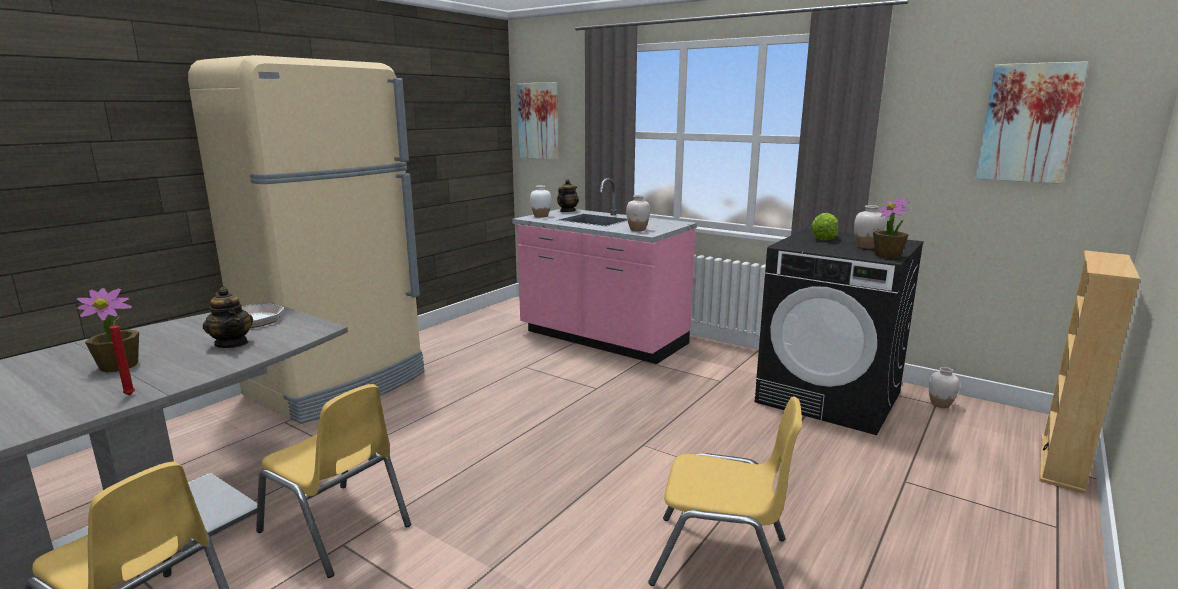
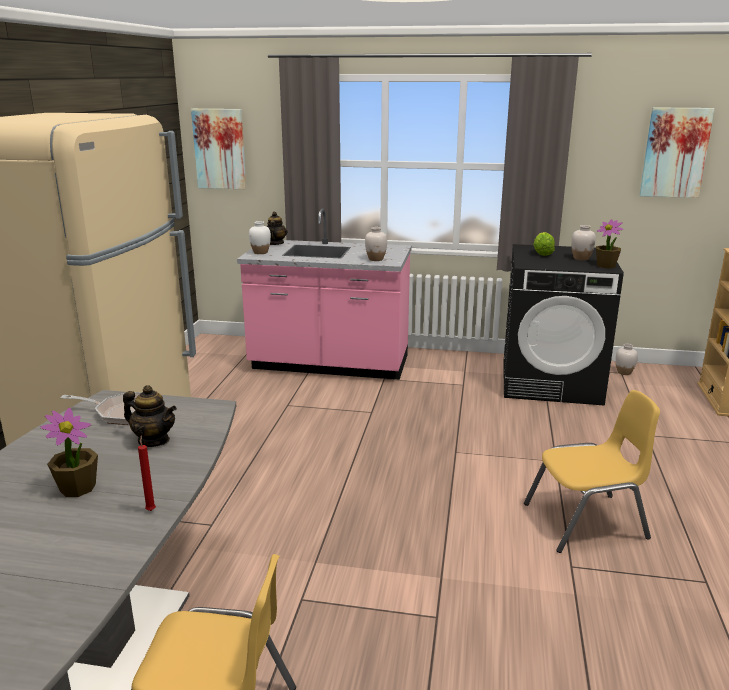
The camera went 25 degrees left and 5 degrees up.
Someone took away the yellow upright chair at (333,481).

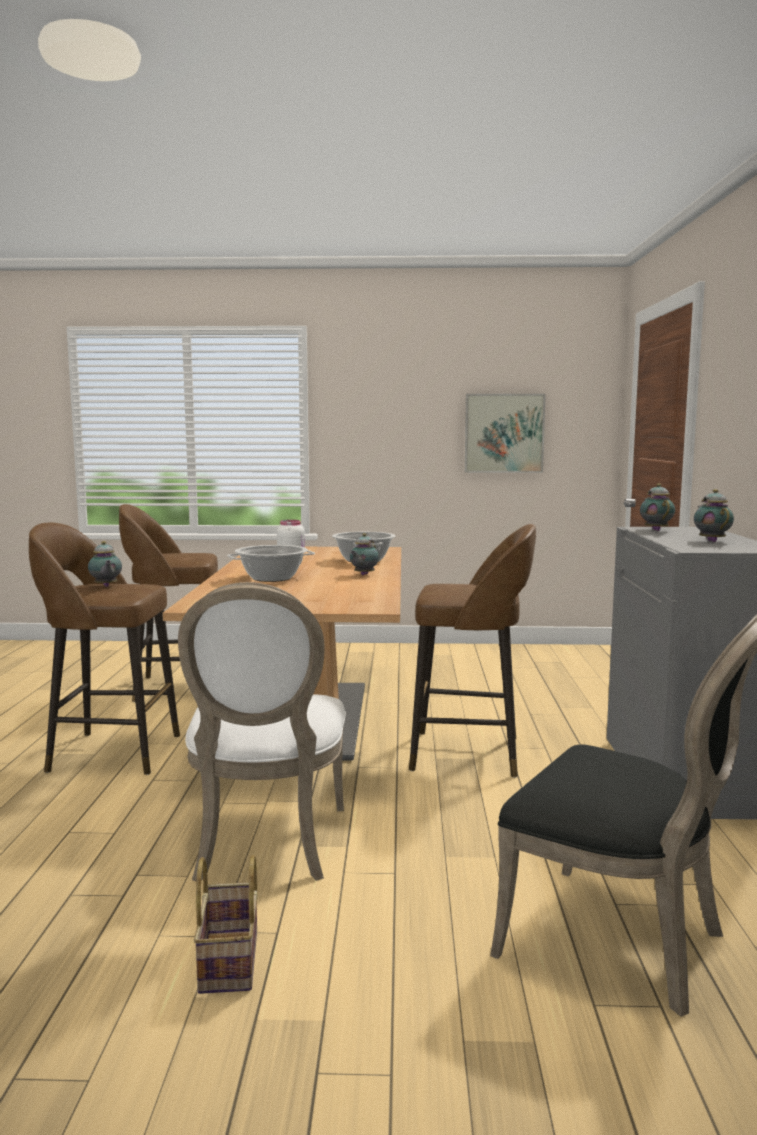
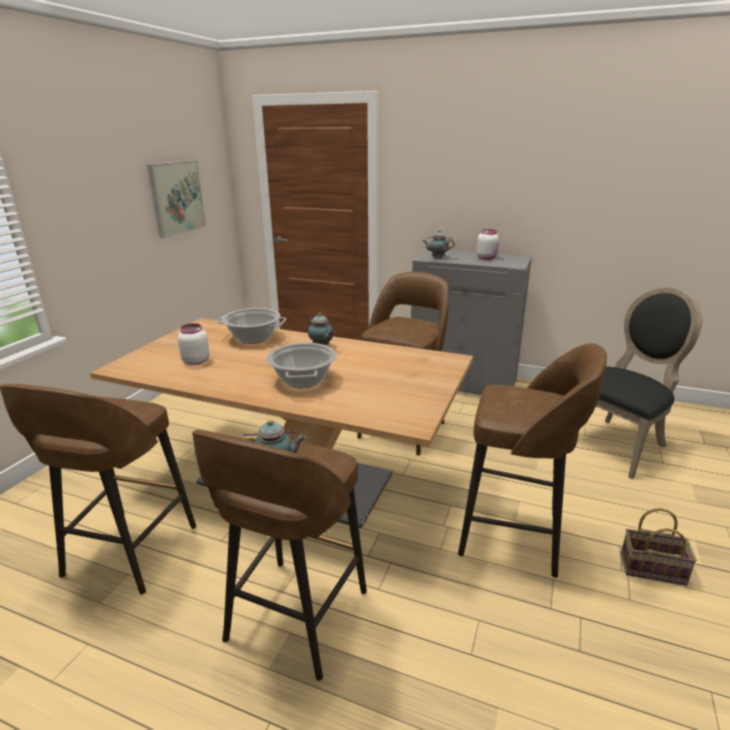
The camera went 70 degrees left and 15 degrees up.
Someone swapped the white upright chair at (262,731) for the brown-coloured stool at (532,460).
Someone swapped the tea pot at (714,515) for the white storage jar at (488,244).

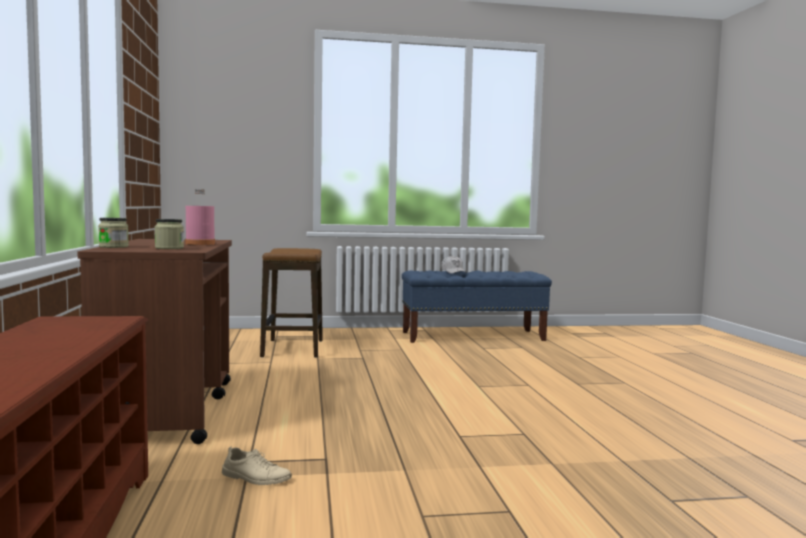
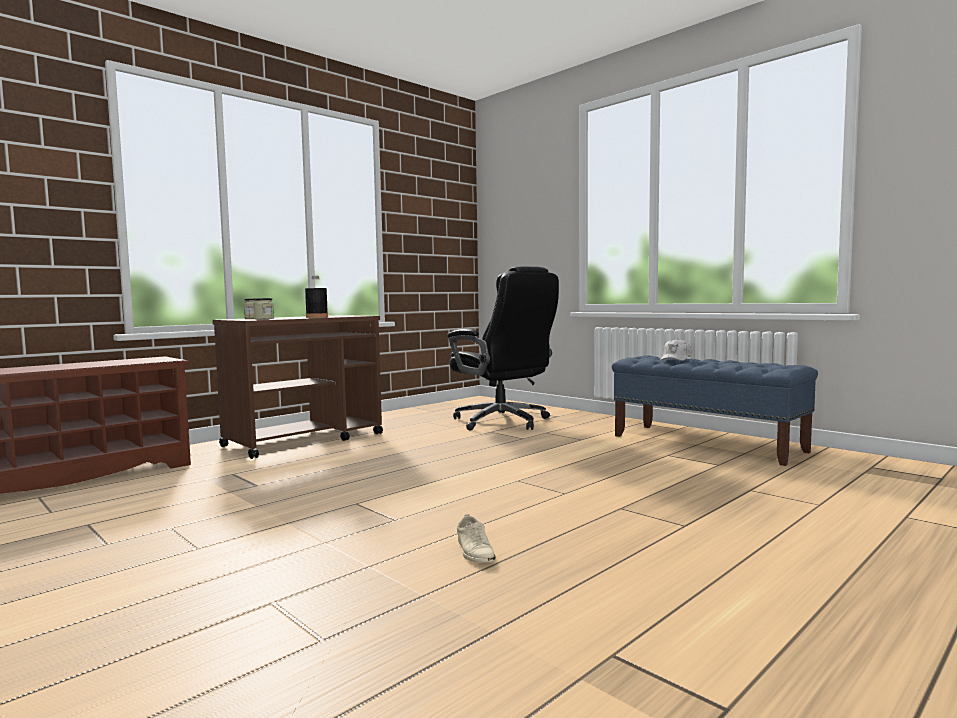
The camera went 55 degrees right and 0 degrees up.
Someone repainted the pink-coloured beverage bottle at (200,217), which became the blackish beverage bottle at (316,297).
Someone carried the beige item of footwear from (257,465) to (476,538).
Someone swapped the stool at (291,303) for the blackish desk chair at (503,348).

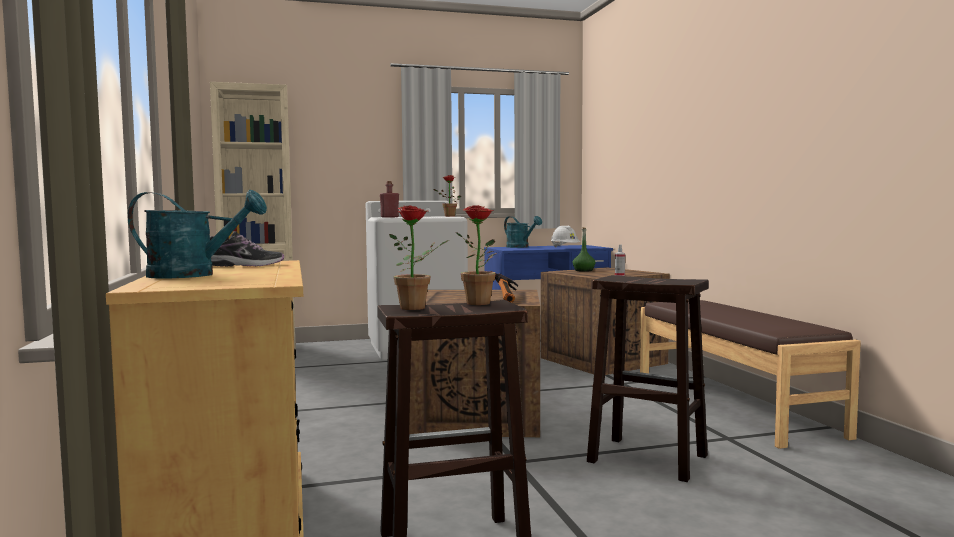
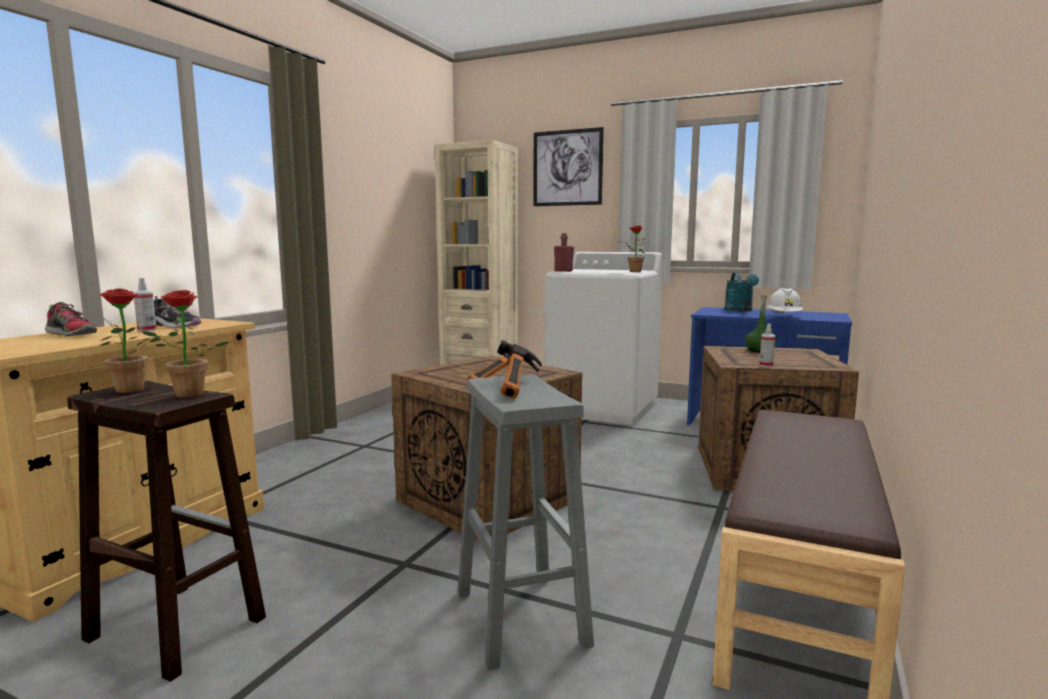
The camera went 40 degrees right and 5 degrees up.
Someone swapped the turquoise sprinkling can at (197,234) for the item of footwear at (71,319).
Someone repainted the brown-coloured stool at (648,378), which became the grey stool at (525,522).
Someone put down the hand sprayer at (145,305).
Someone put down the hand hammer at (520,369).
Someone put up the picture at (568,166).

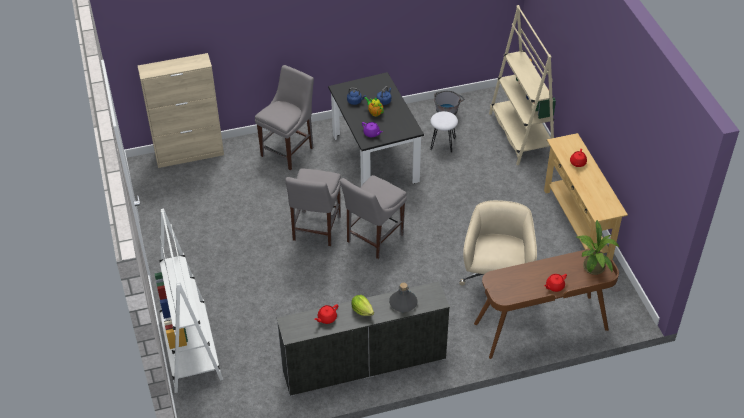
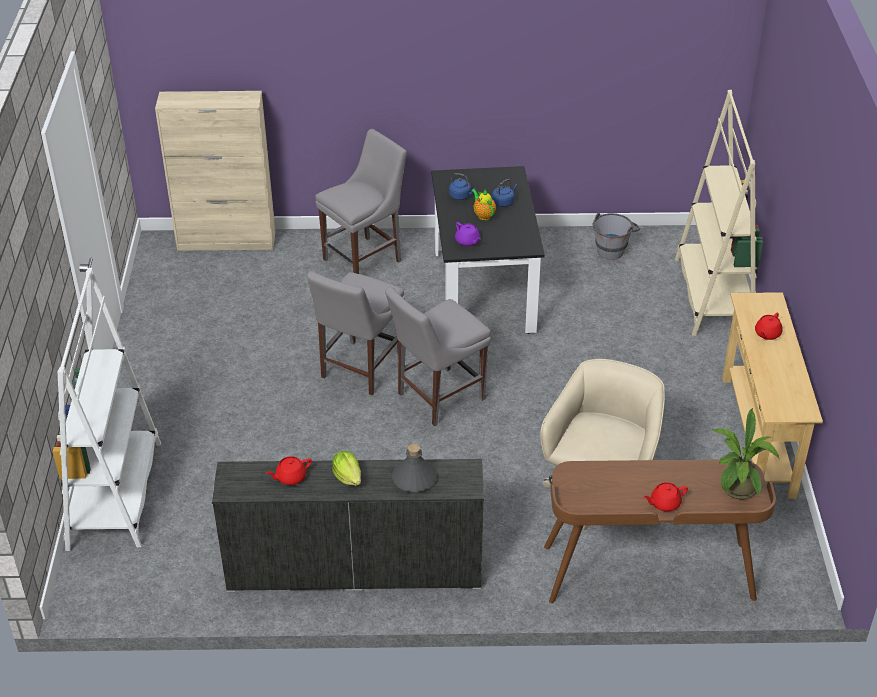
The camera went 15 degrees right and 5 degrees down.
Someone took away the white stool at (444,132).

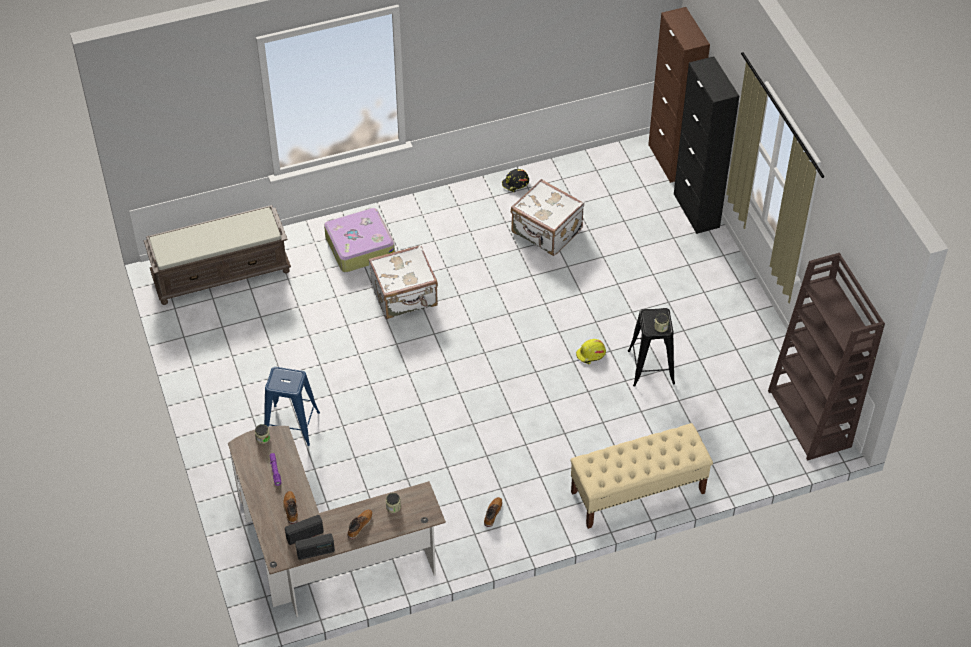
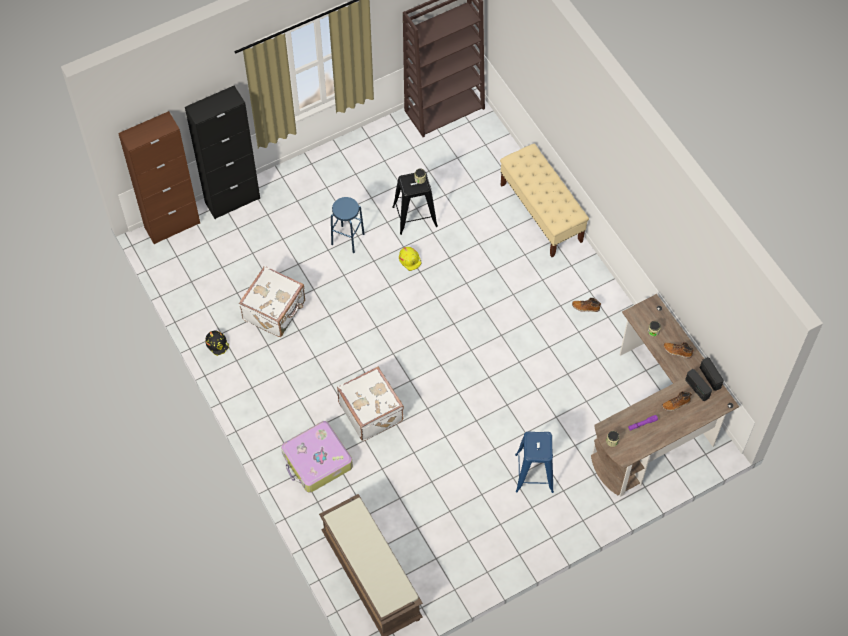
The camera went 100 degrees left and 10 degrees up.
Someone put down the blue stool at (348,225).

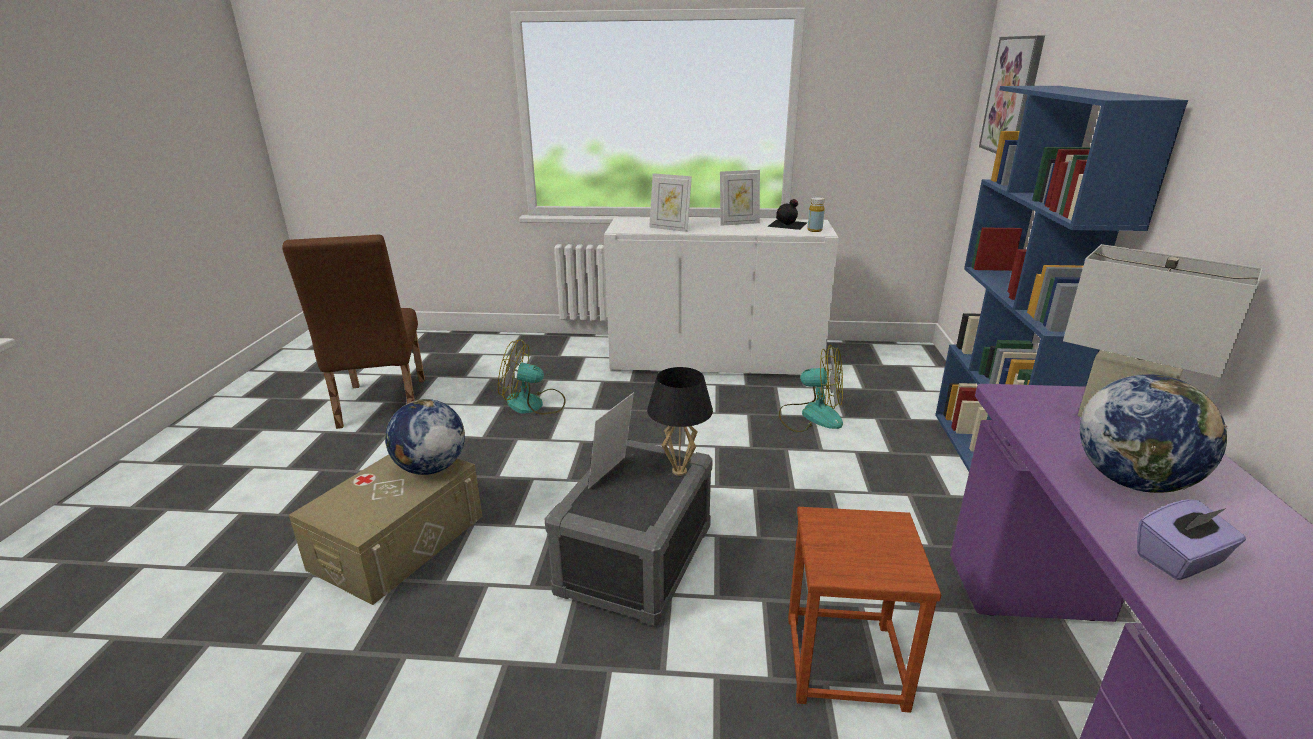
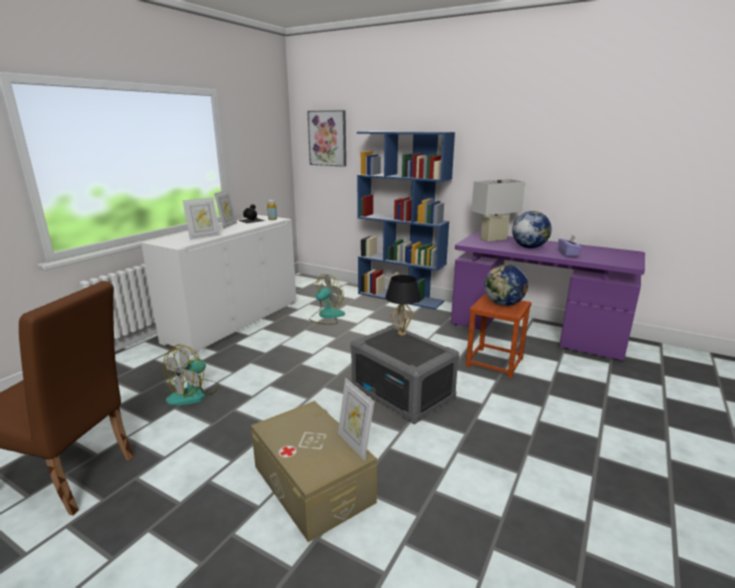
The camera went 65 degrees left and 5 degrees down.
Someone carried the world globe from (425,437) to (506,285).
Someone carried the picture frame from (611,441) to (356,419).

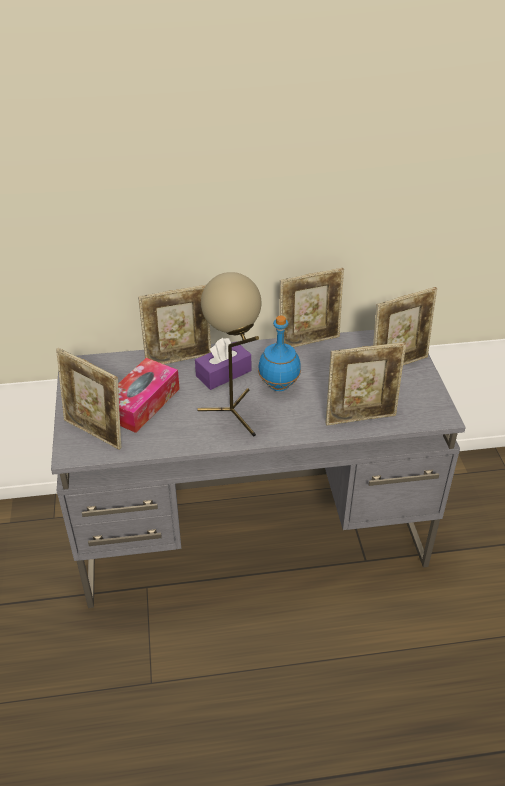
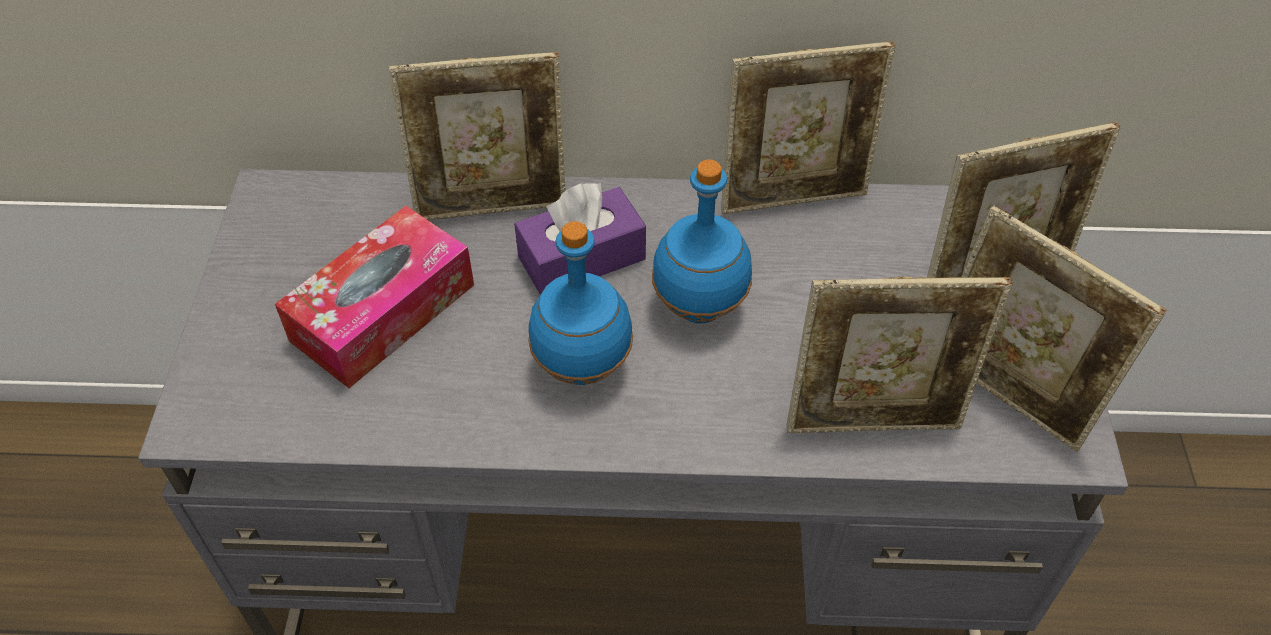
The camera went 10 degrees right and 10 degrees up.
Someone carried the picture frame from (88,399) to (1064,329).
Someone swapped the beige lamp for a table at (229,354) for the blue beverage bottle at (580,303).

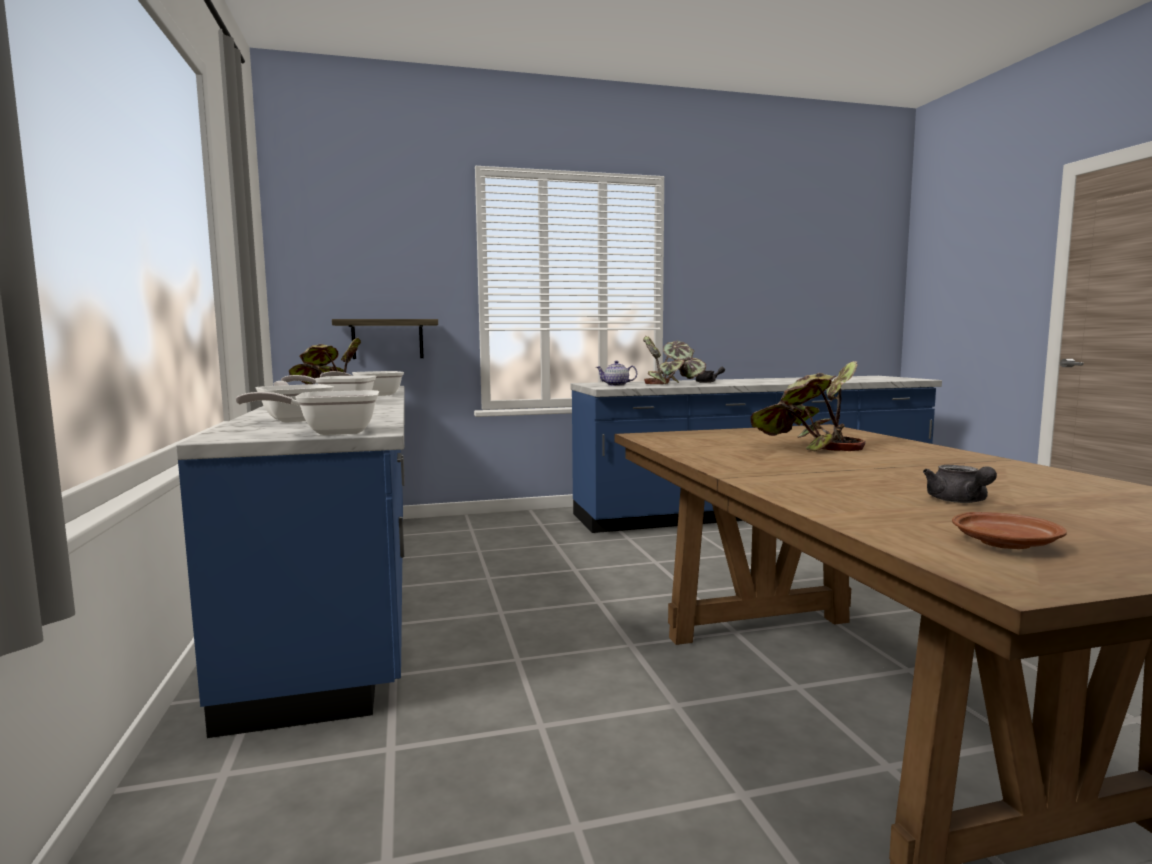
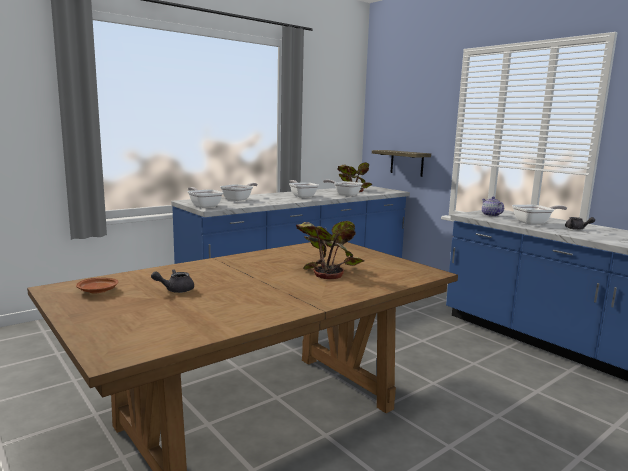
The camera went 65 degrees right and 5 degrees up.
Someone swapped the houseplant at (674,360) for the skillet at (539,215).

